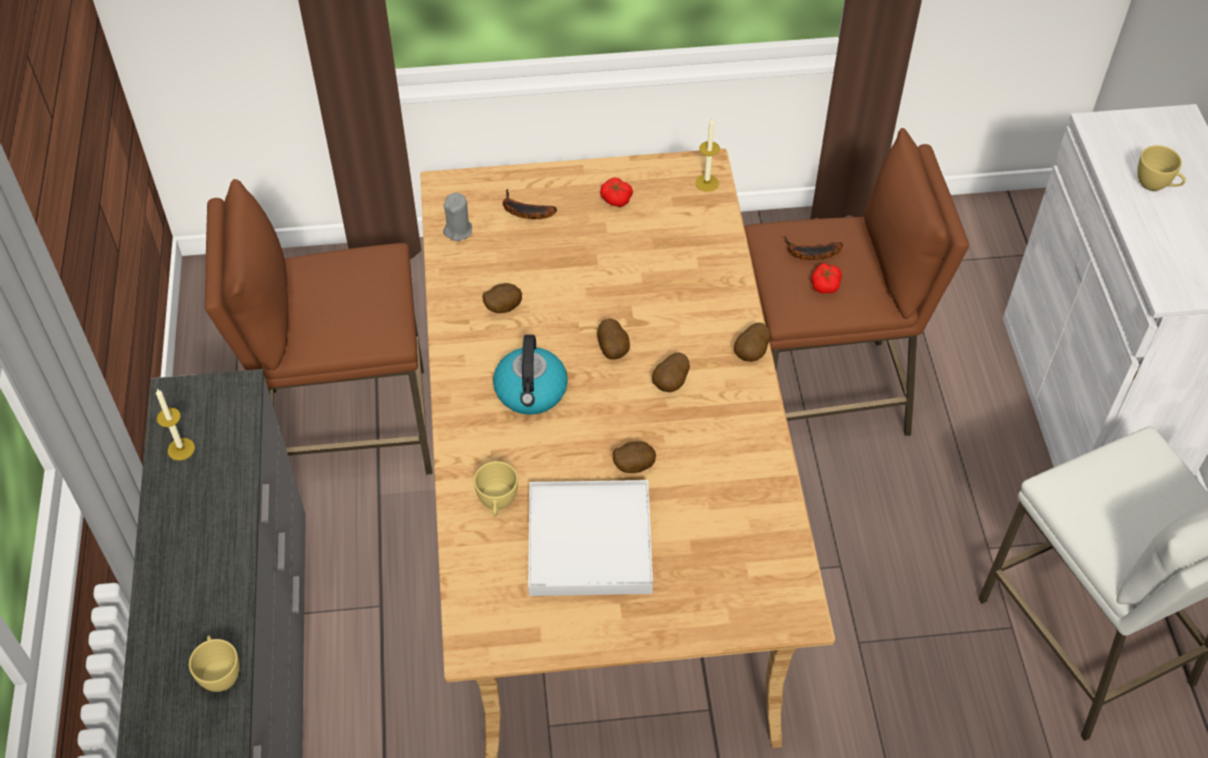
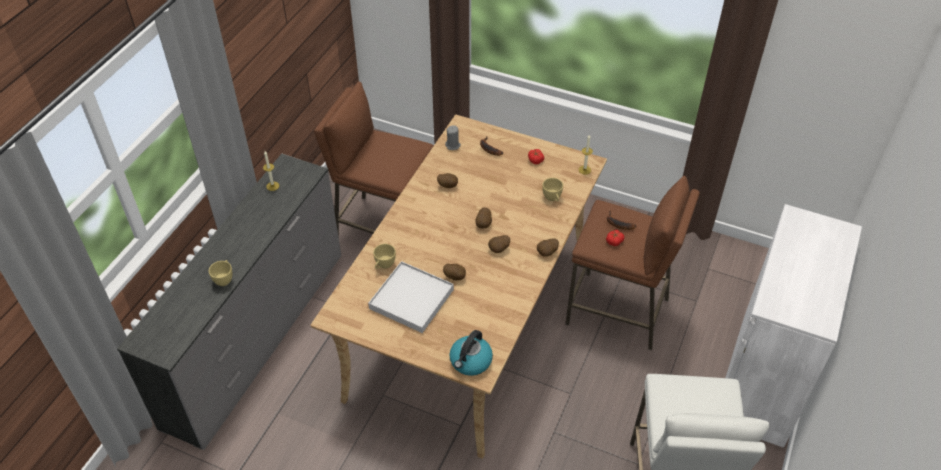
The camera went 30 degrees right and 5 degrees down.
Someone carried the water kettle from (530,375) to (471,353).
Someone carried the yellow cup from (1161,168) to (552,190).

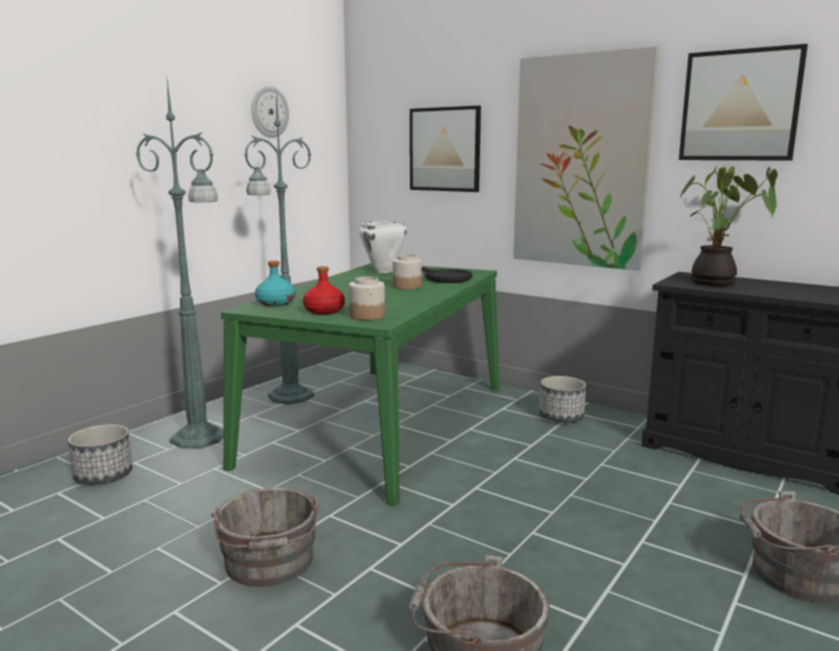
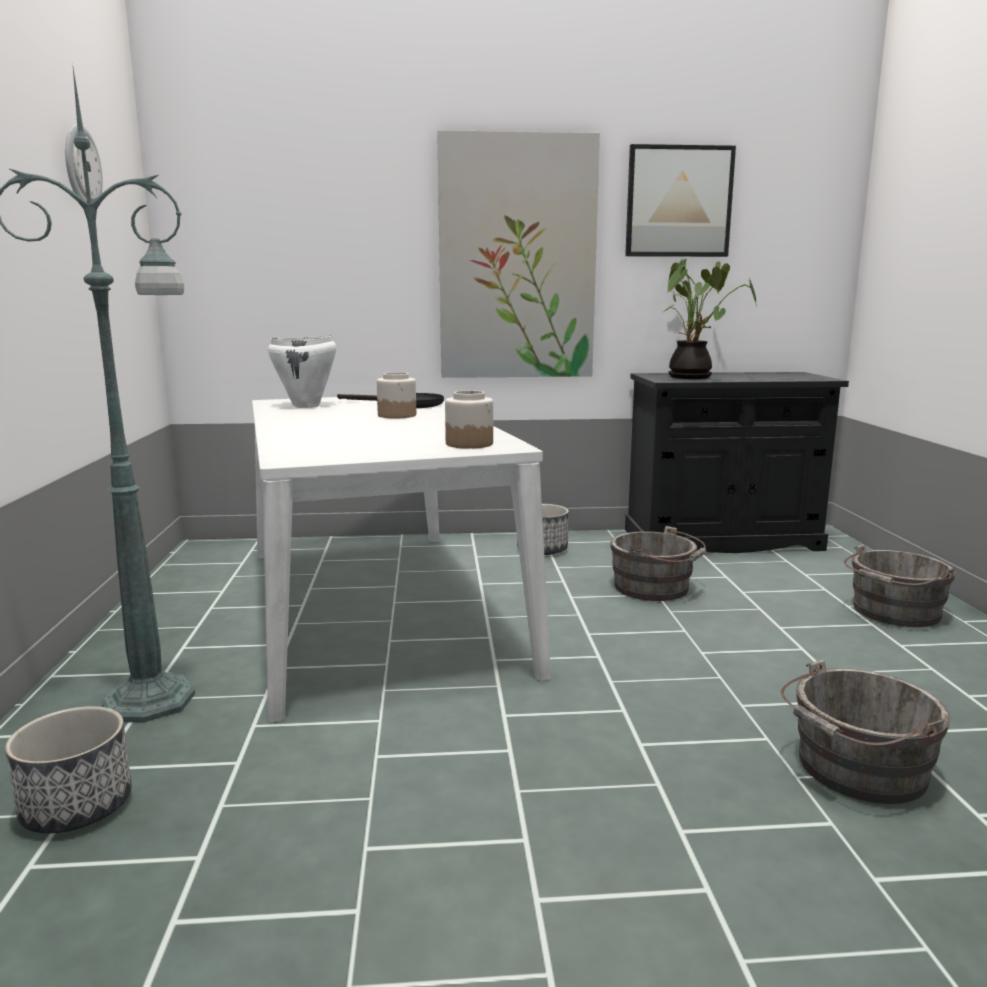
The camera went 40 degrees left and 0 degrees up.
Someone carried the grey pail from (265,537) to (658,563).
Someone repainted the green-coloured kitchen table at (360,384), which became the white kitchen table at (401,559).
Someone took away the green-coloured floor lamp at (279,249).
Someone took away the turquoise beverage bottle at (275,283).
Someone took away the red-coloured beverage bottle at (324,290).
Someone took away the picture at (445,149).

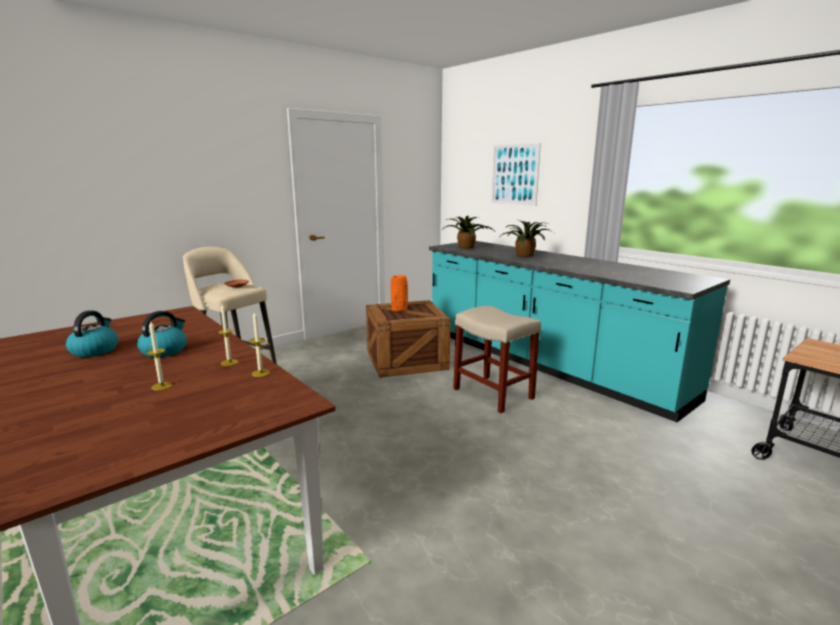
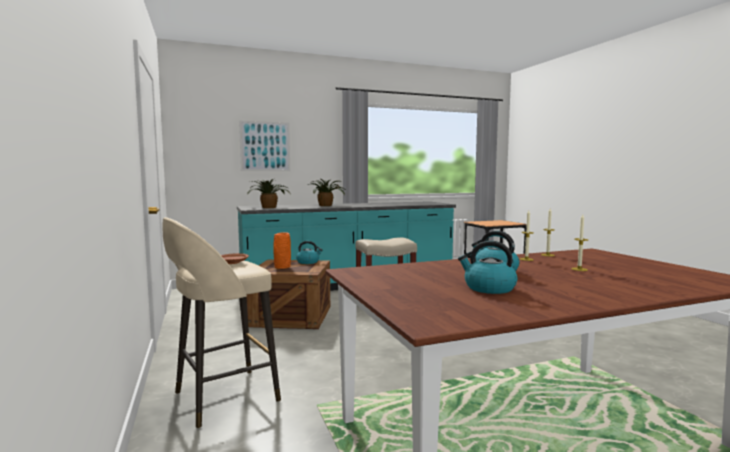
The camera went 70 degrees left and 10 degrees down.
Someone put down the water kettle at (309,252).

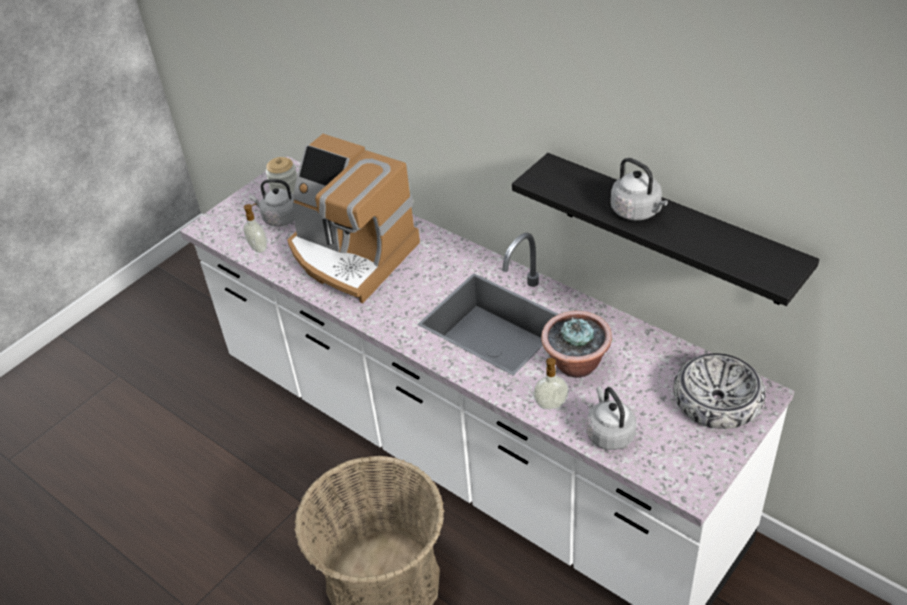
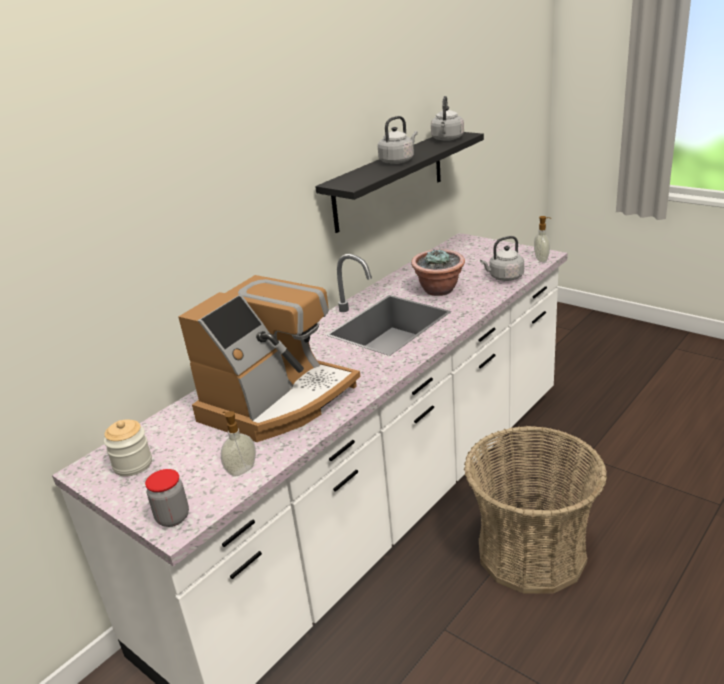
The camera went 90 degrees left and 15 degrees down.
Someone carried the grey water kettle from (271,203) to (447,118).
Someone carried the soap dispenser from (551,383) to (542,239).
Someone took away the deep dish at (719,391).
Someone put down the storage jar at (167,498).

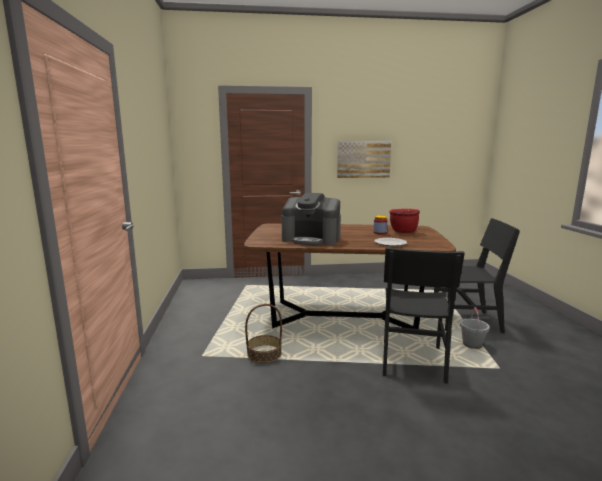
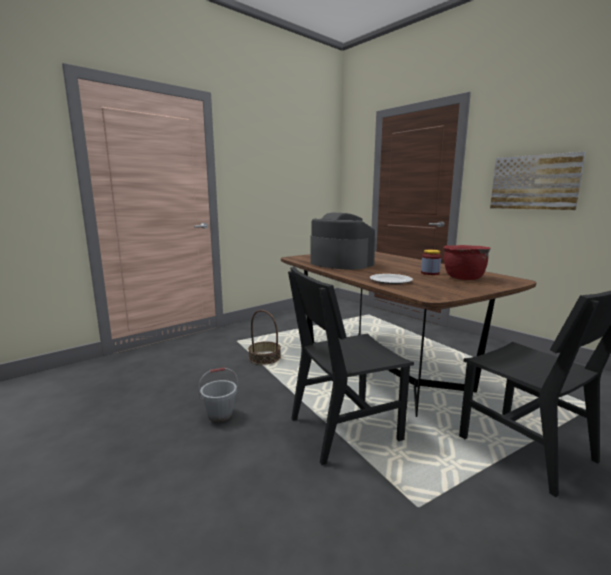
The camera went 55 degrees right and 0 degrees up.
Someone rotated the coffee maker at (311,219) by 150 degrees clockwise.
Someone carried the grey pail from (474,328) to (218,394).

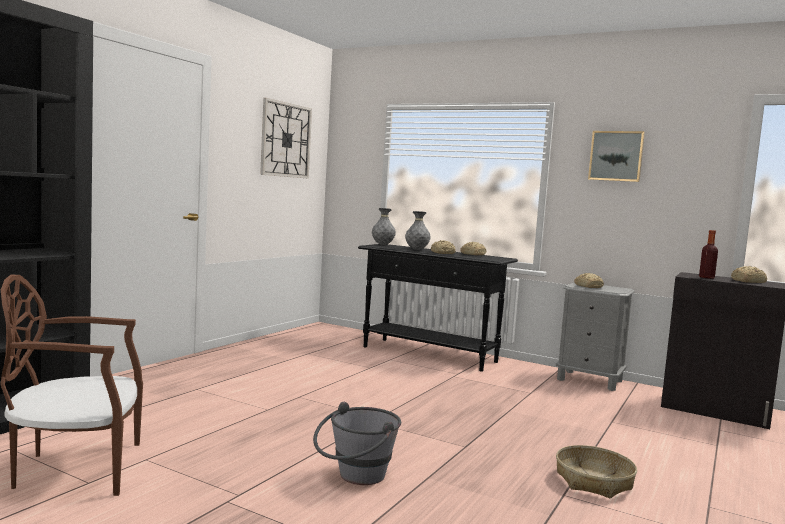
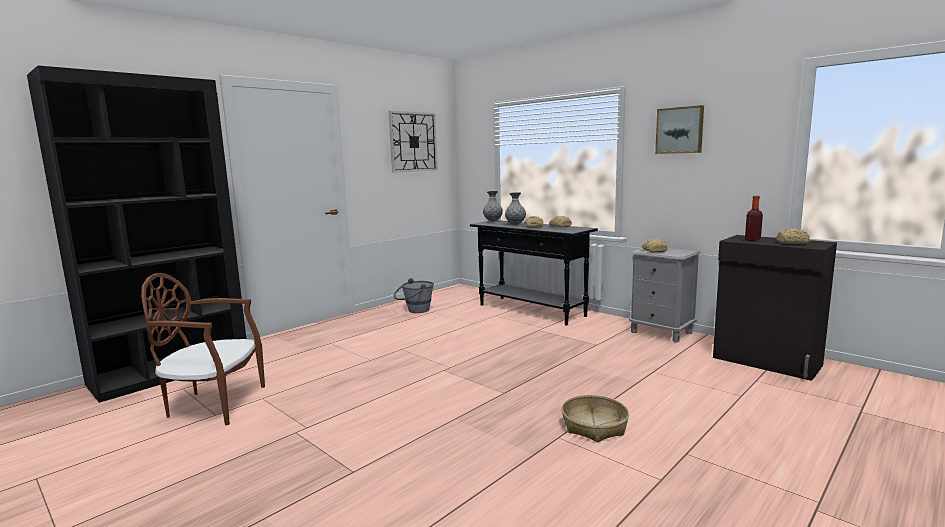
The camera went 15 degrees right and 5 degrees up.
Someone carried the grey pail from (357,443) to (414,295).

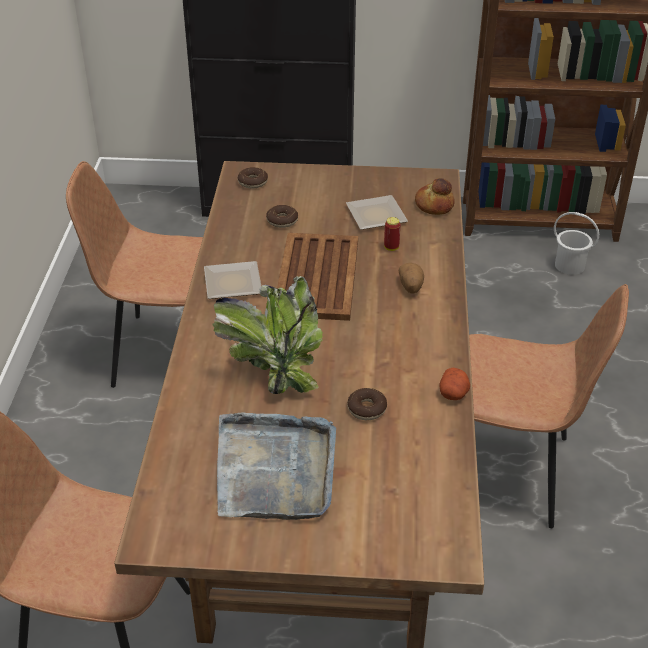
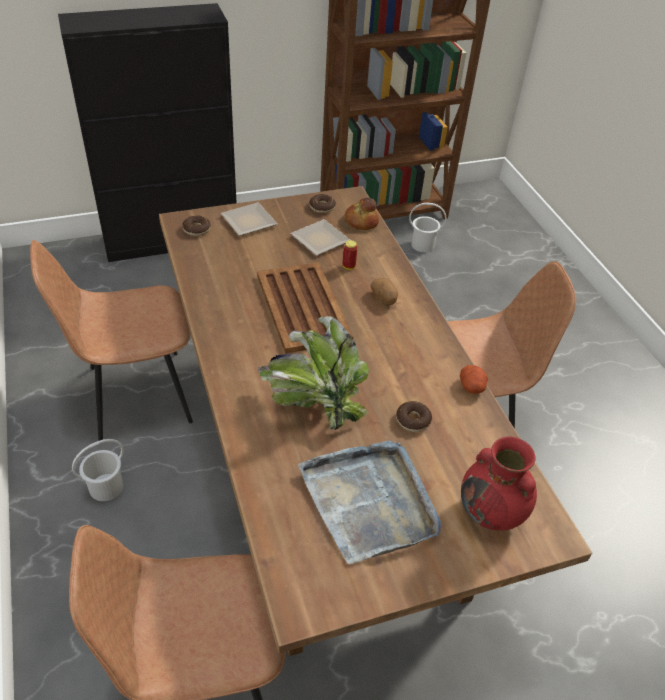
The camera went 25 degrees left and 5 degrees up.
Someone carried the flat dish from (232,280) to (249,219).
Someone carried the ring doughnut from (282,216) to (322,203).
Someone put down the white pail at (98,470).
Someone put down the red-coloured flower vase at (499,483).

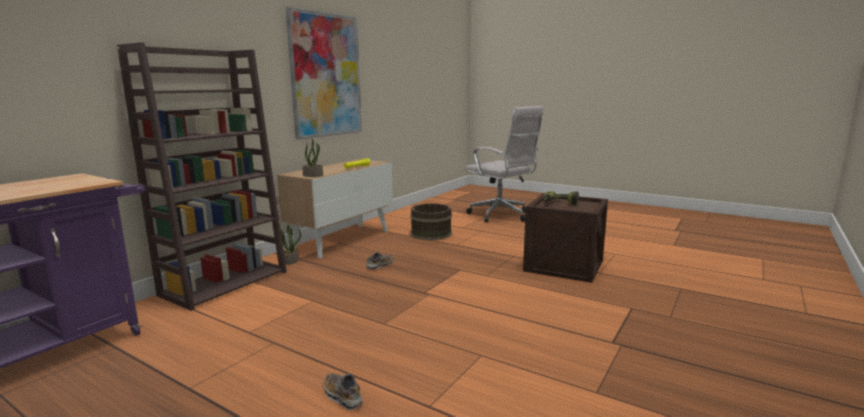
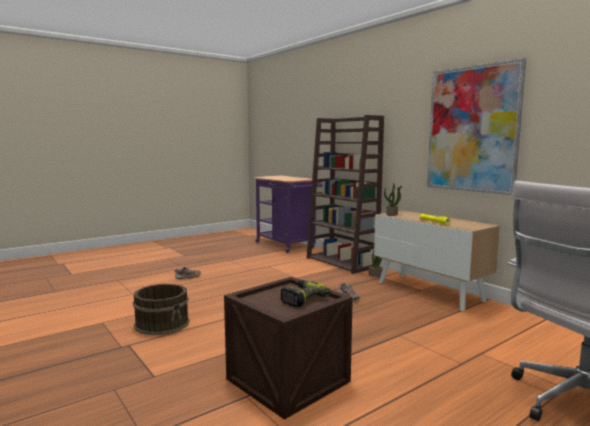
The camera went 110 degrees right and 5 degrees down.
Someone carried the brown-coloured pail from (431,221) to (161,309).

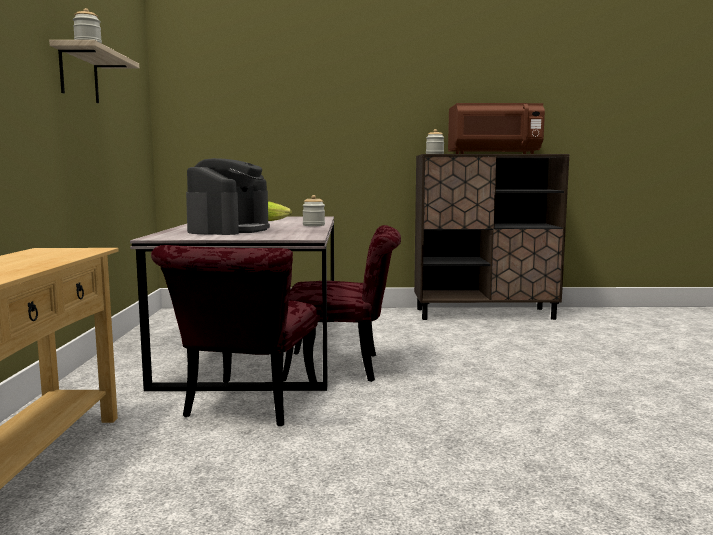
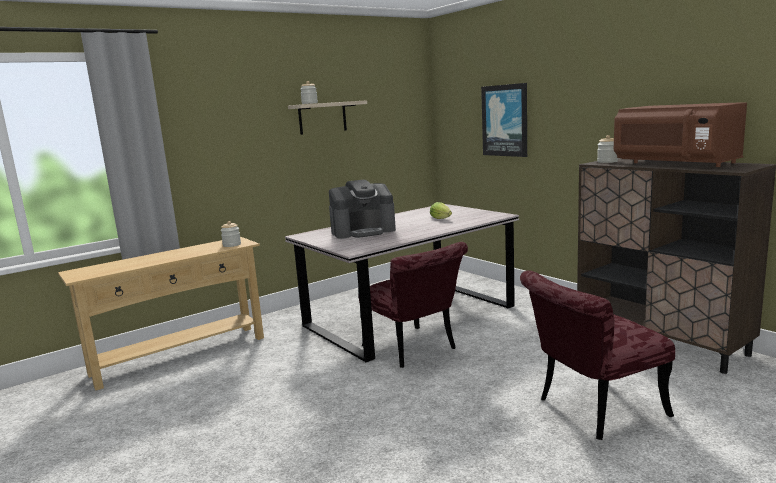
The camera went 55 degrees right and 5 degrees up.
Someone carried the red-coloured upright chair from (234,335) to (597,355).
Someone carried the storage jar from (313,210) to (231,234).
Someone put up the picture at (504,120).

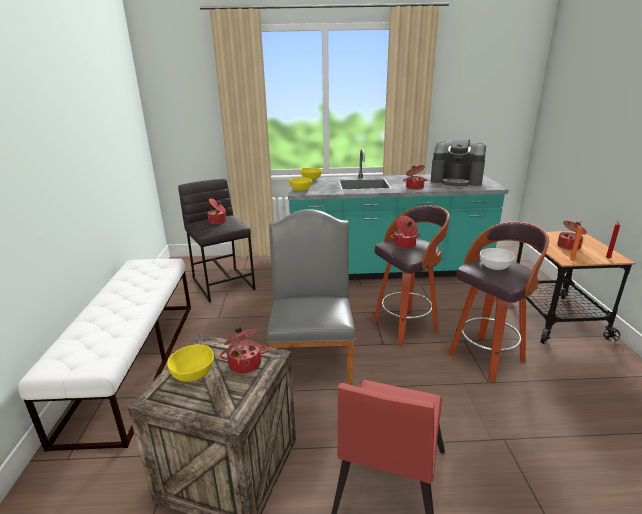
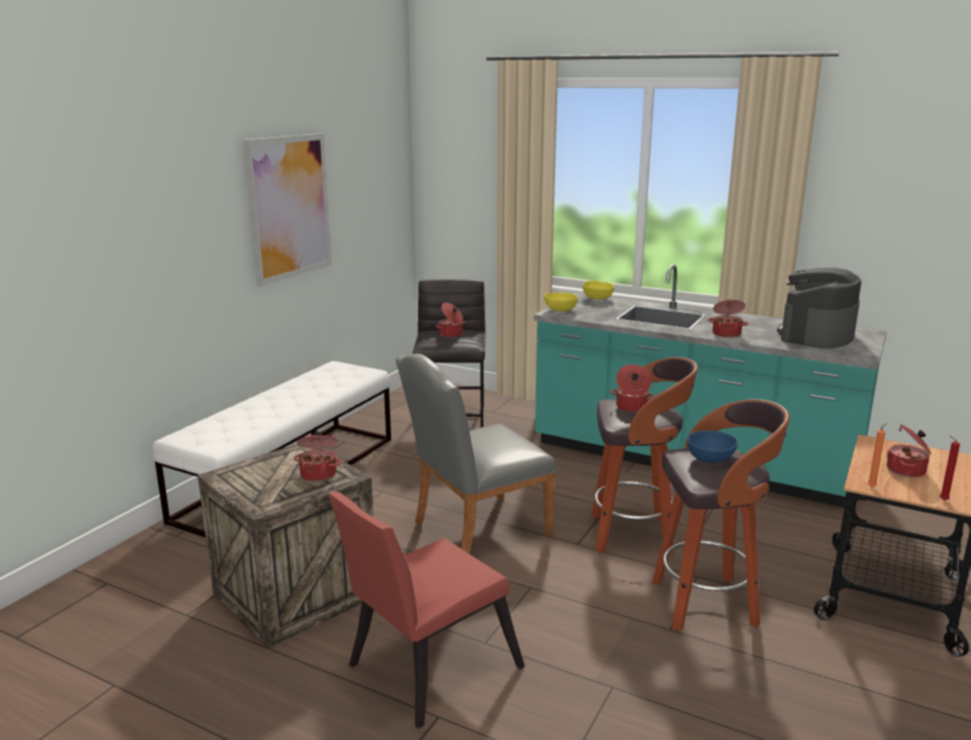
The camera went 30 degrees right and 5 degrees down.
Someone took away the yellow deep dish at (190,363).
Someone rotated the grey upright chair at (311,297) by 150 degrees counterclockwise.
Someone rotated the coffee maker at (458,162) by 75 degrees clockwise.
Someone repainted the white deep dish at (497,259), which became the blue deep dish at (712,446).
Someone put up the picture at (287,209).

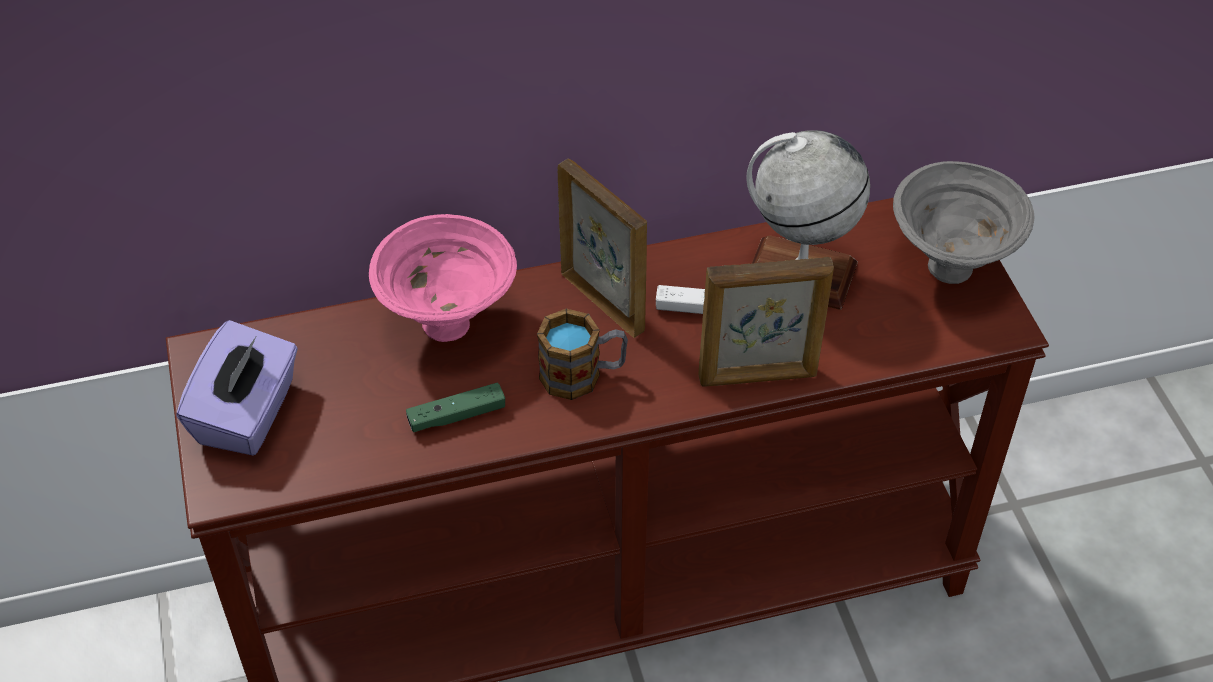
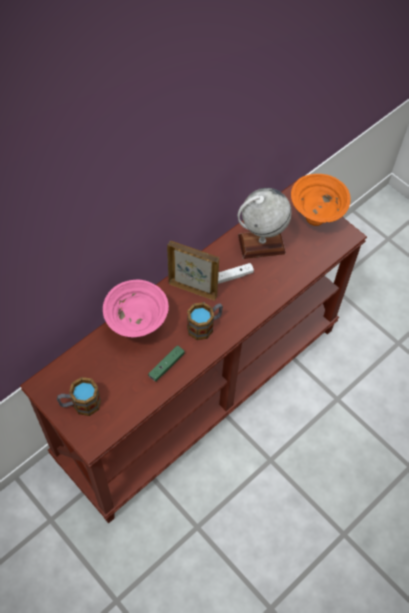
The camera went 30 degrees left and 10 degrees up.
Someone swapped the purple tissue holder at (237,387) for the mug at (79,396).
Someone took away the picture frame at (766,322).
Someone repainted the grey deep dish at (963,222), which became the orange deep dish at (321,200).

